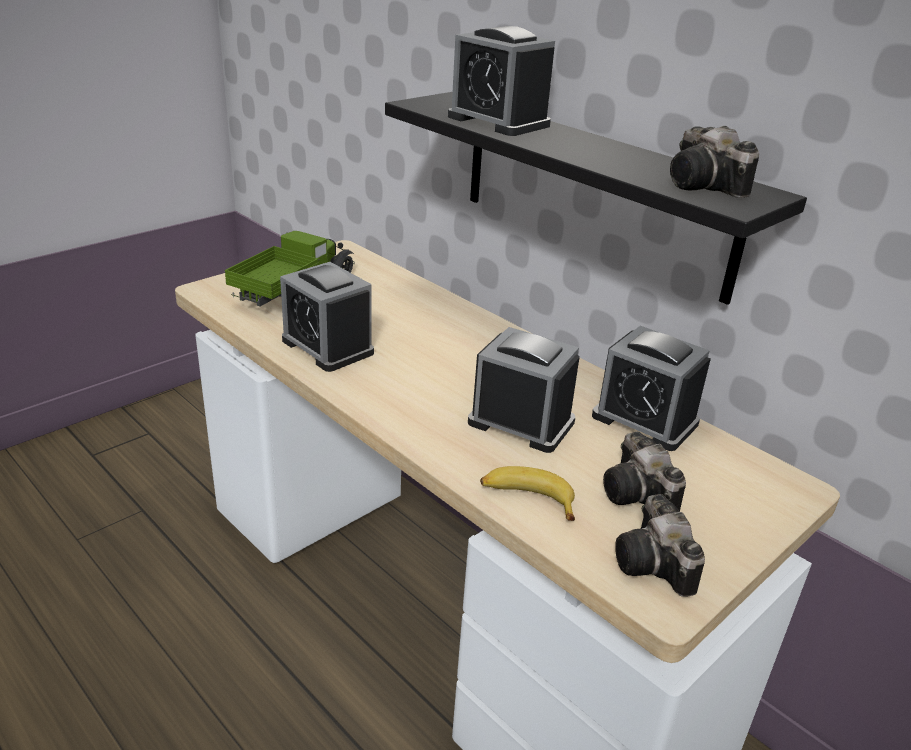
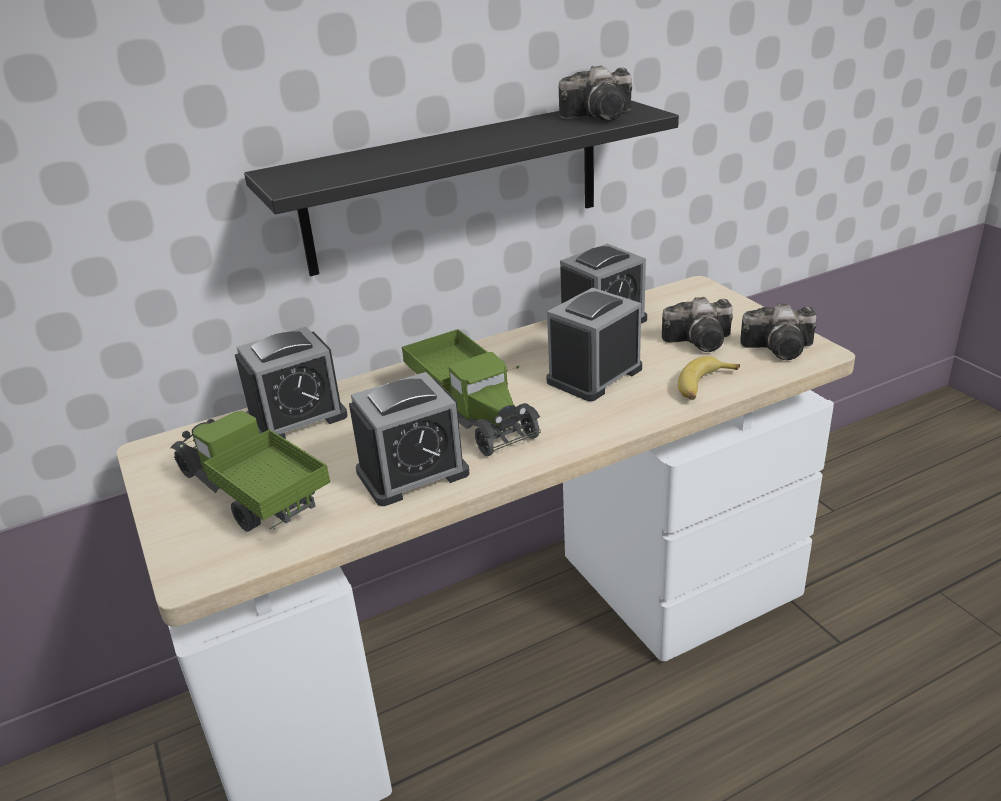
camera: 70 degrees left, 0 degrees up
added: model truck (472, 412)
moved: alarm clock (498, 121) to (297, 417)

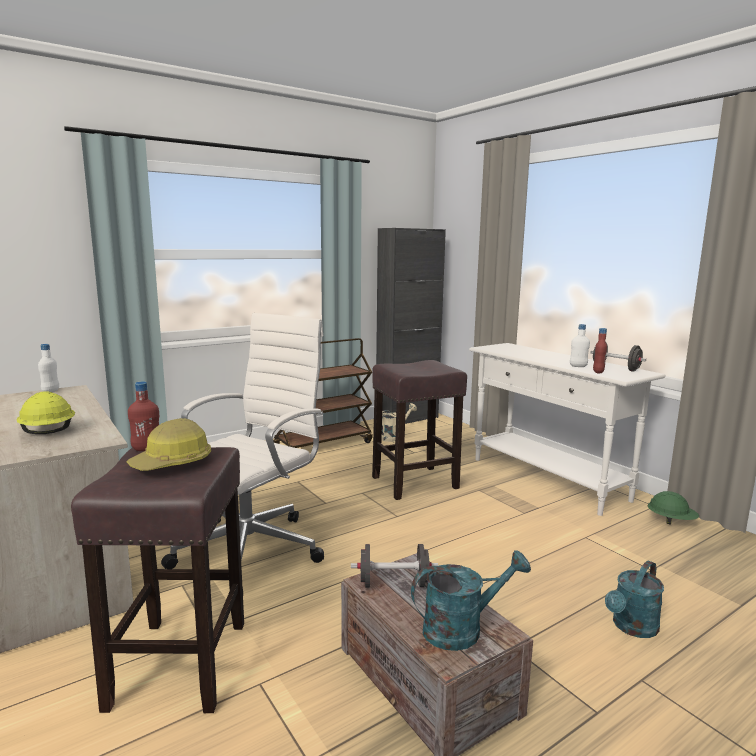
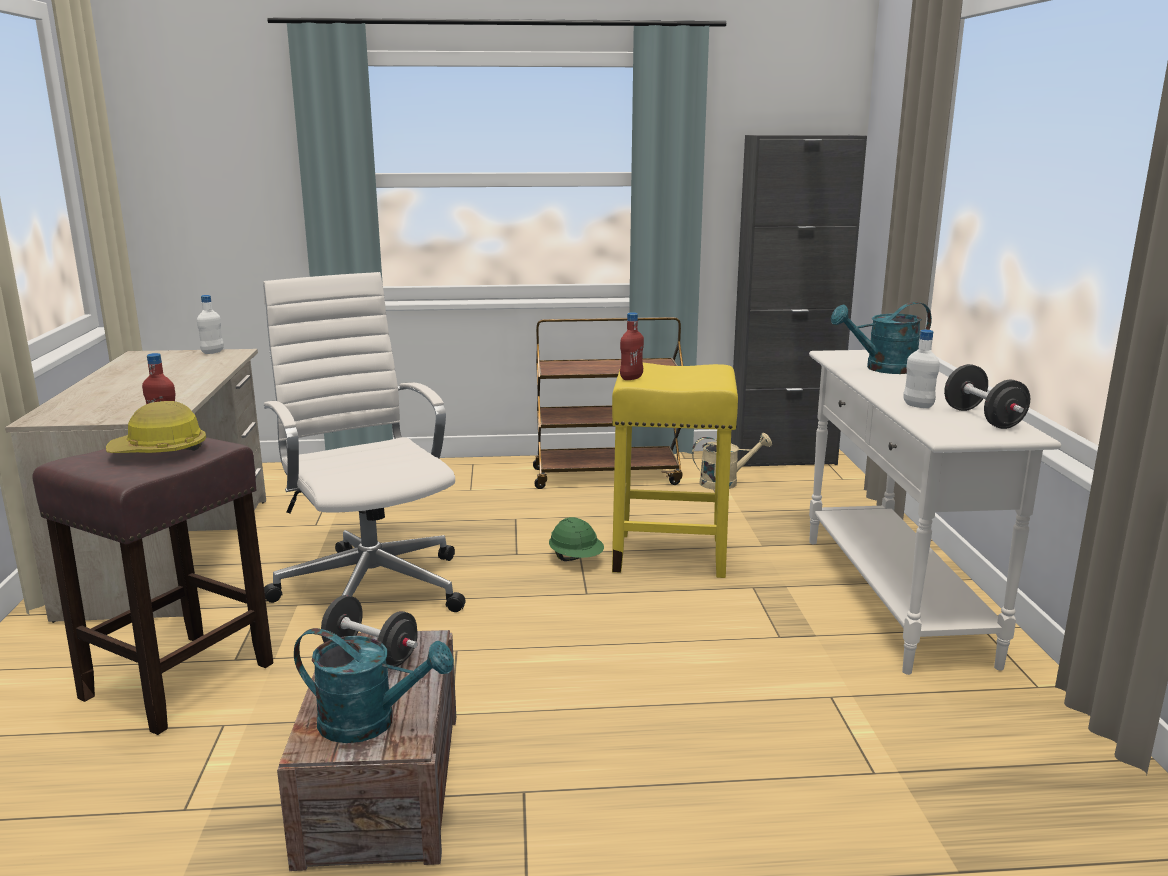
camera: 30 degrees right, 5 degrees up
removed: yellow hard hat (48, 432)
moved: red-coloured beverage bottle (598, 372) to (631, 378); blue-green sprinkling can (632, 628) to (882, 369); green-coloured hard hat (671, 521) to (576, 559)
recoloured: brownish stool (416, 482) to yellow stool (672, 555)
turned: white computer chair (252, 548) = (371, 587) 90 degrees counterclockwise

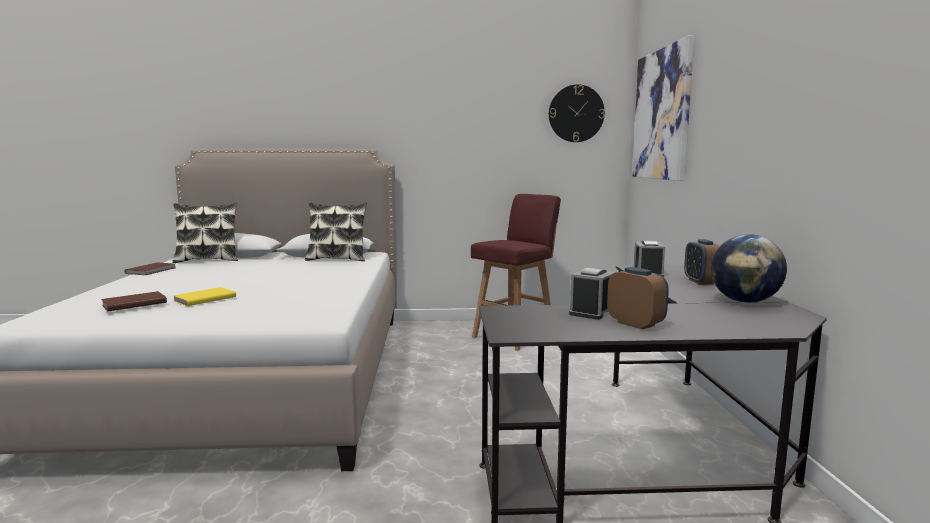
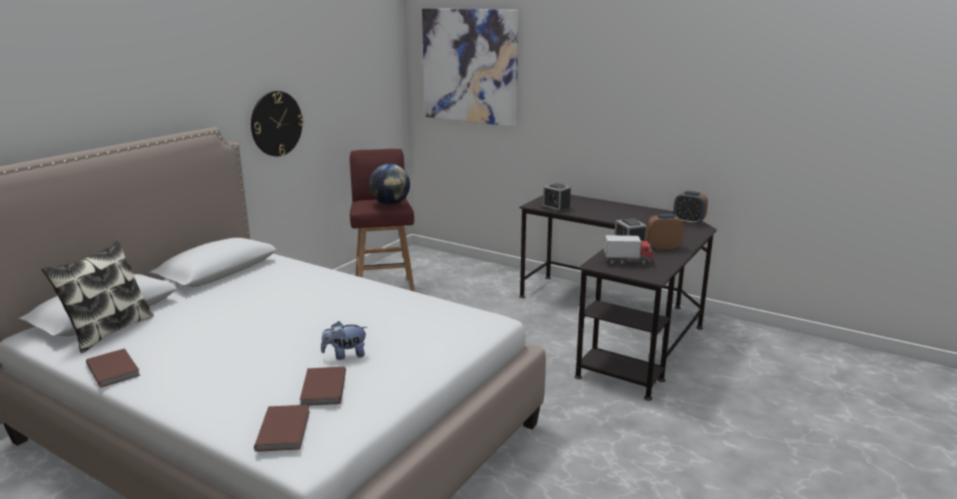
camera: 55 degrees left, 10 degrees up
removed: cushion (337, 259)
added: brownish bound book (285, 429); model truck (628, 262)
moved: wall clock (576, 113) to (276, 123); alarm clock (700, 282) to (688, 222); globe (744, 301) to (390, 203)
replaced: yellow bound book (203, 299) to cuddly toy (345, 355)

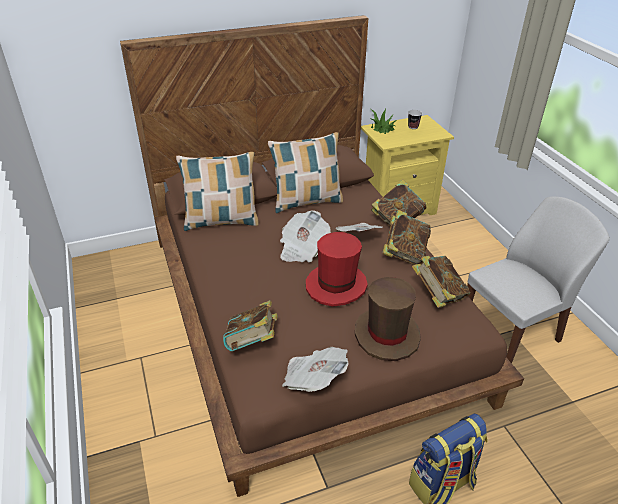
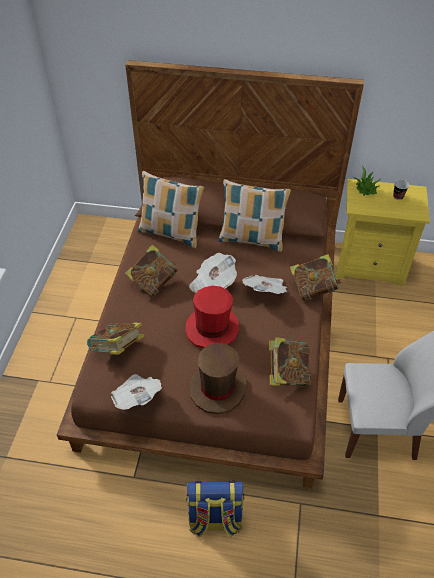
camera: 30 degrees right, 10 degrees up
moved: bound book (404, 253) to (153, 283)

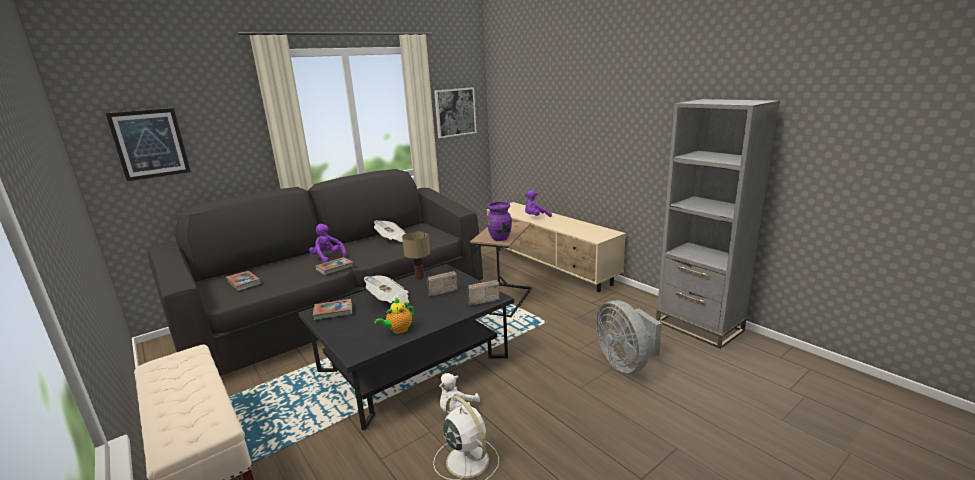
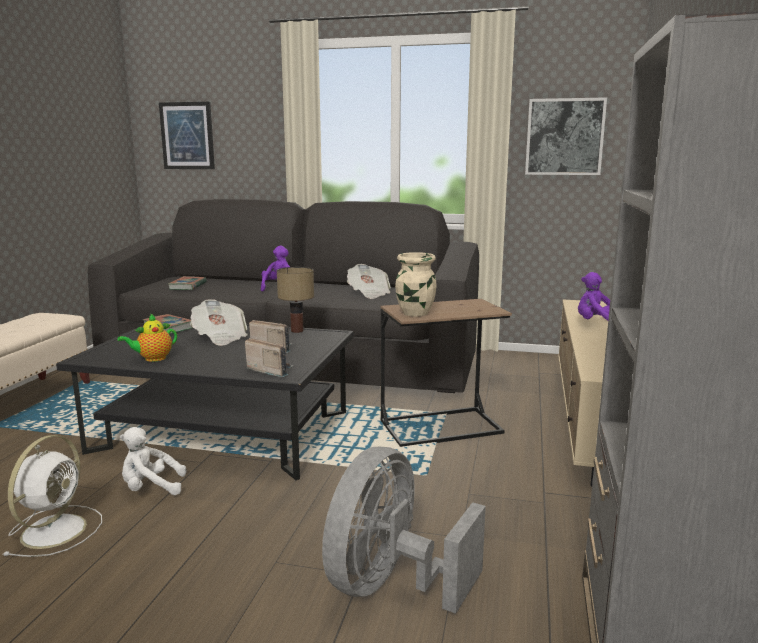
camera: 50 degrees right, 5 degrees down
removed: bound book (334, 268)
recoloured: purple-coloured vase (500, 238) to beige-coloured vase (415, 313)
turned: pot for tea (398, 330) = (153, 359) 45 degrees counterclockwise

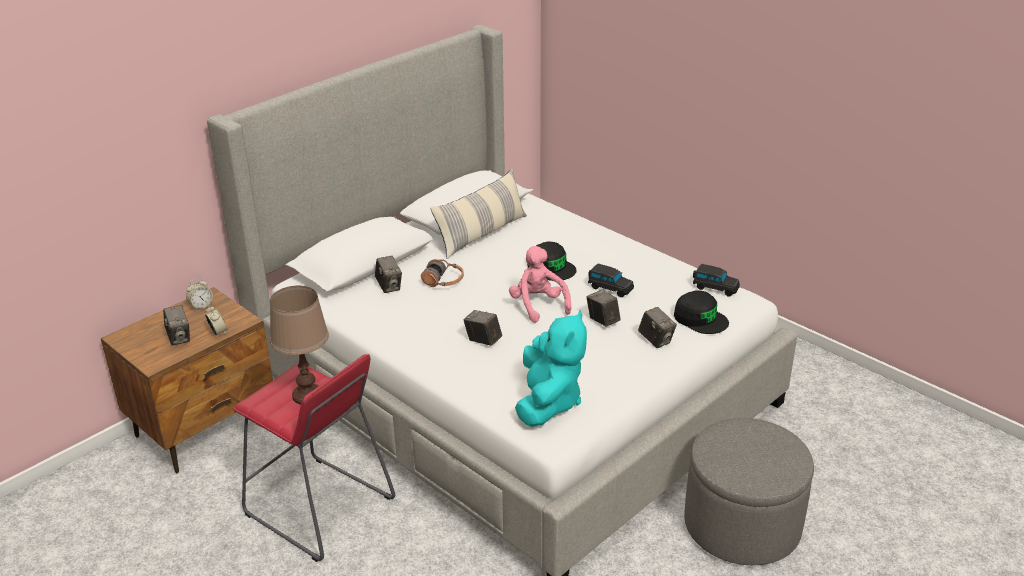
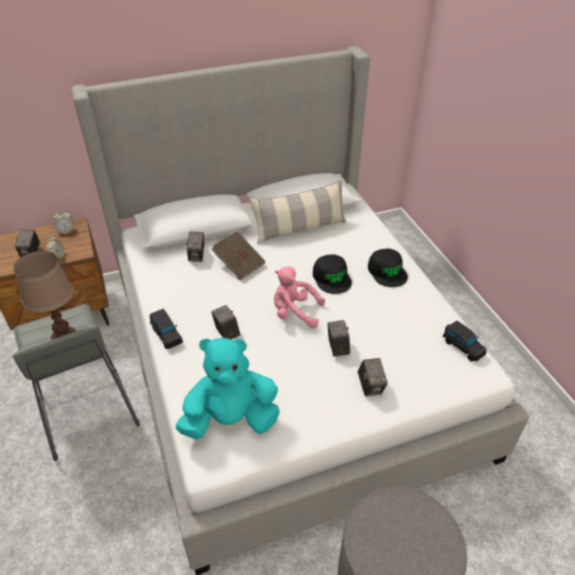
camera: 25 degrees right, 10 degrees up
moved: black-coloured toy car (609, 288) to (166, 334); black-coloured cap (700, 318) to (387, 271)
replaced: headphones (443, 281) to brownish bound book (239, 264)
recoloured: red-coloured stool (319, 507) to grey stool (88, 412)
turned: pink-coloured cuddly toy (538, 305) = (294, 312) 75 degrees counterclockwise; blue-green cuddly toy (548, 402) = (231, 420) 135 degrees counterclockwise

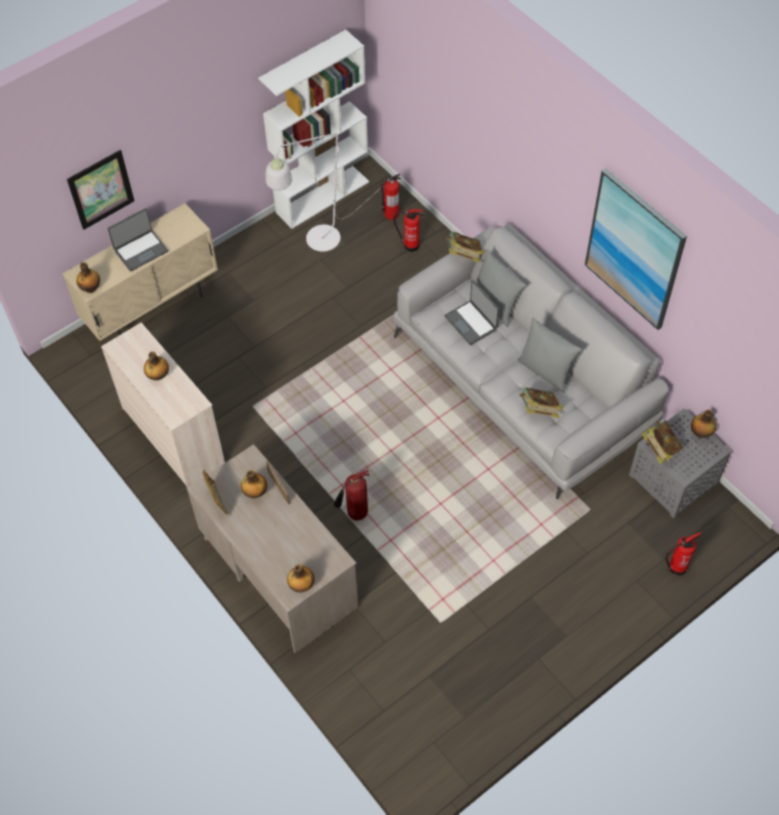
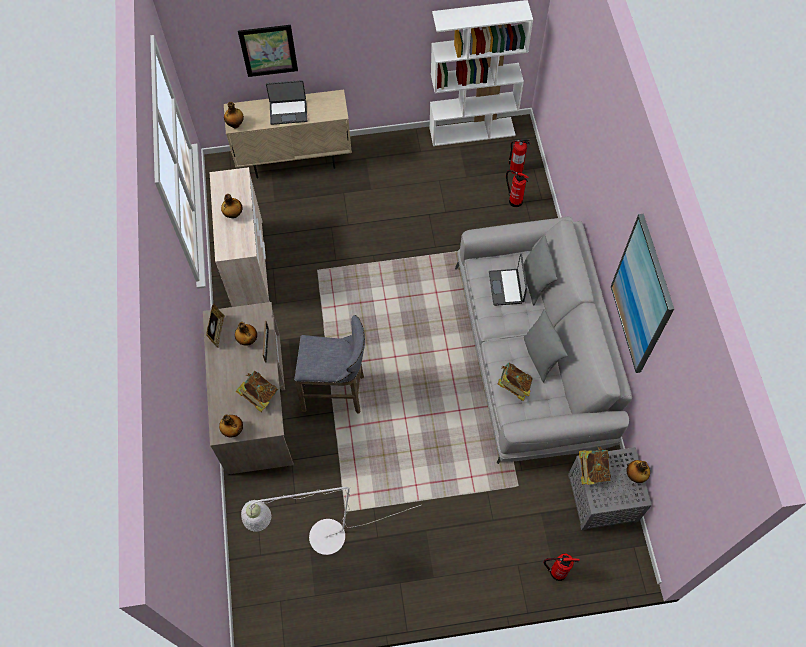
camera: 30 degrees right, 5 degrees up
moved: white standing lamp (317, 243) to (317, 540); bound book (464, 255) to (259, 396)
replaced: fire-fighting cylinder (355, 515) to grey stool (337, 392)

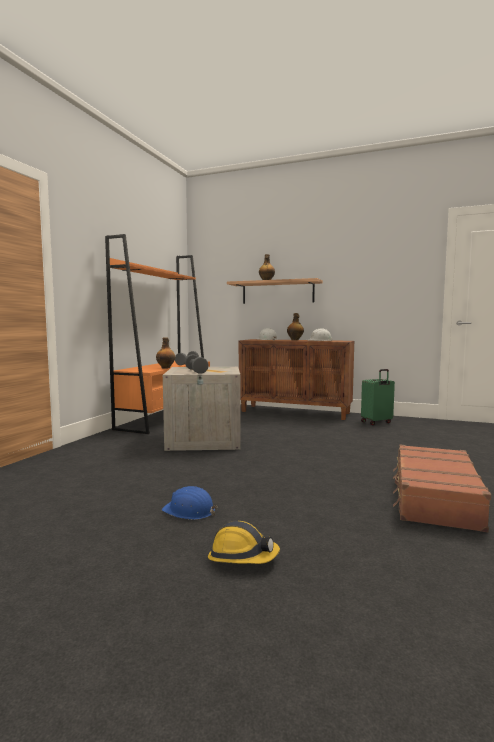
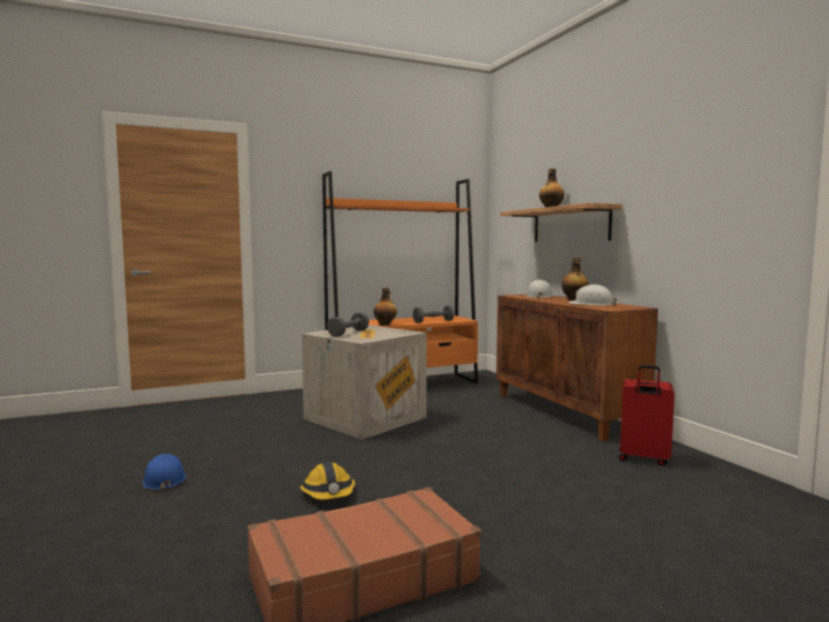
camera: 45 degrees right, 0 degrees up
moved: hard hat (242, 557) to (328, 494)
recoloured: green-coloured travel case (376, 422) to red-coloured travel case (643, 459)

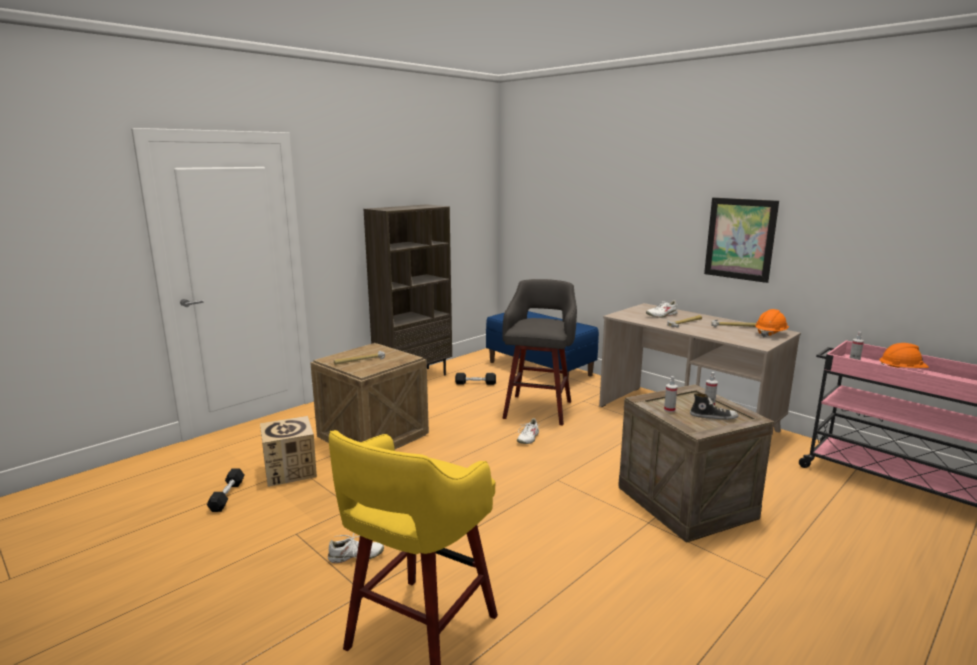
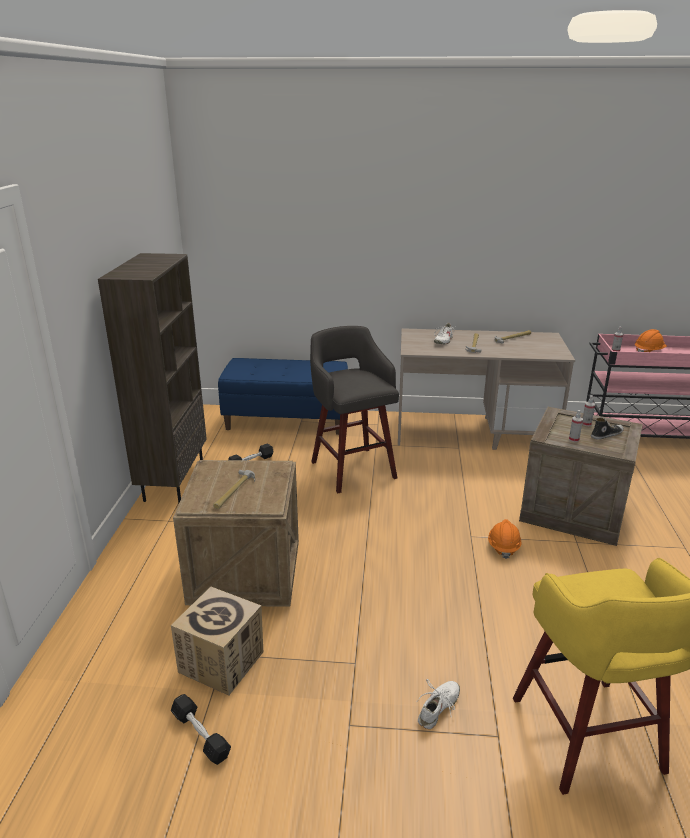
camera: 40 degrees left, 10 degrees up
removed: white low shoe (528, 438); wall picture (740, 239)
moved: orange hard hat (770, 334) to (503, 547)

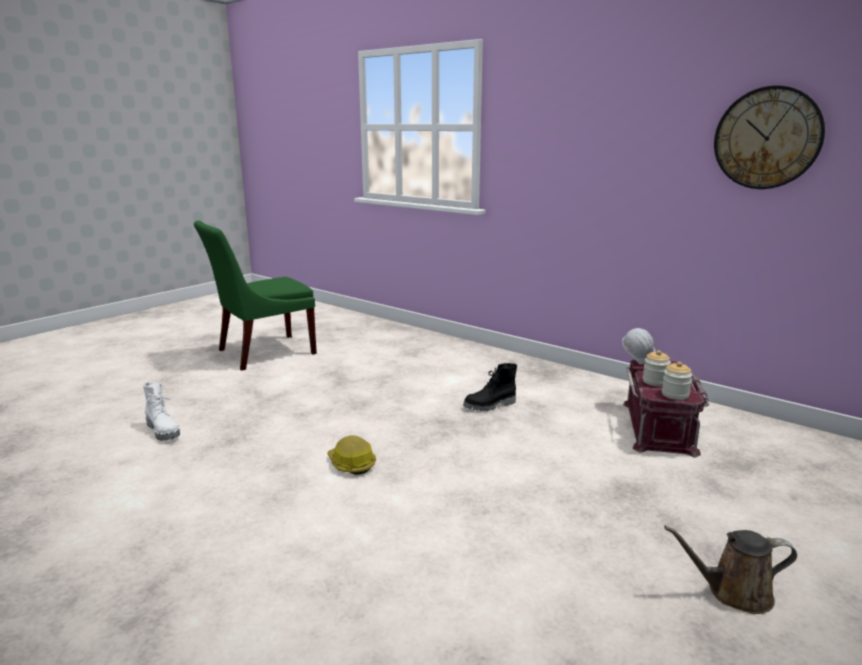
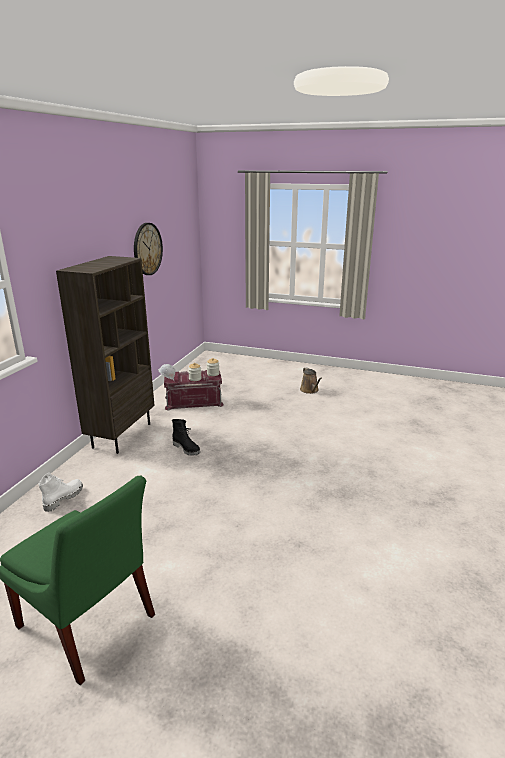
camera: 110 degrees left, 5 degrees up
removed: hard hat (351, 464)
added: brownish bookcase (121, 435)
moved: white high-top boot (164, 431) to (63, 498)

